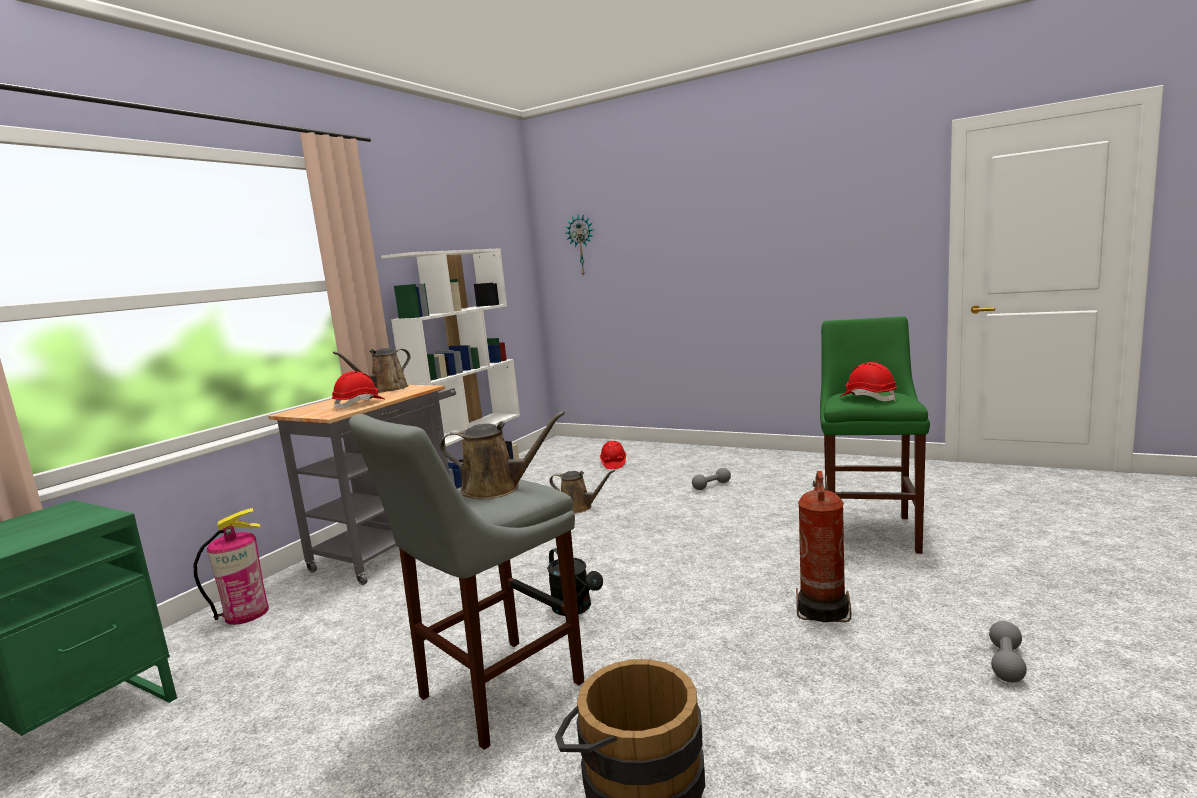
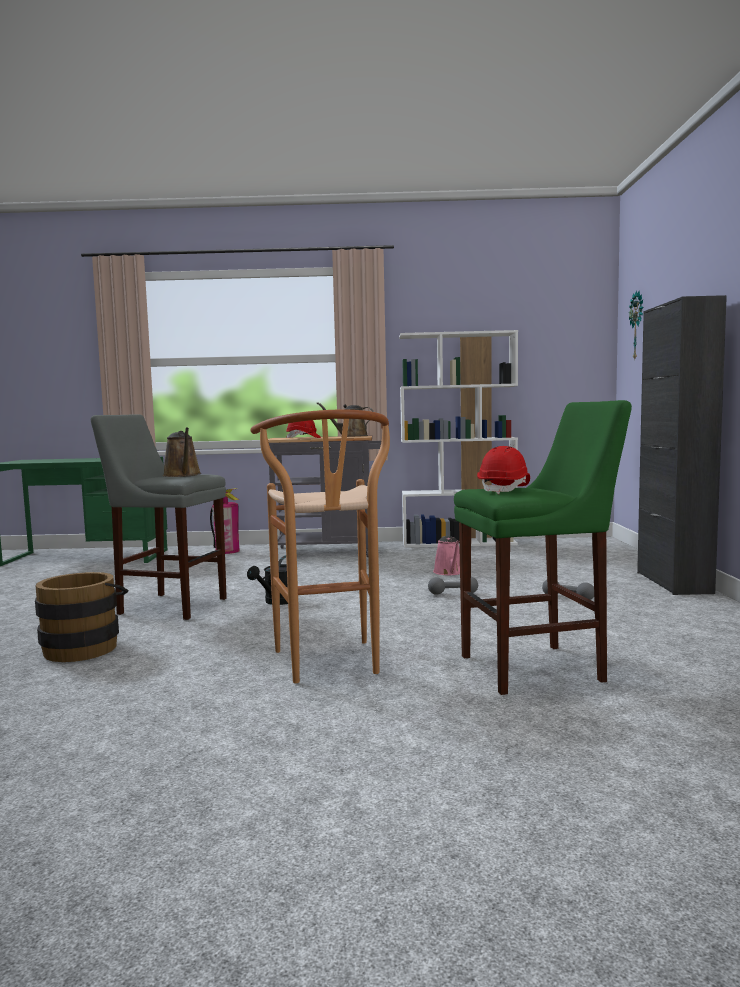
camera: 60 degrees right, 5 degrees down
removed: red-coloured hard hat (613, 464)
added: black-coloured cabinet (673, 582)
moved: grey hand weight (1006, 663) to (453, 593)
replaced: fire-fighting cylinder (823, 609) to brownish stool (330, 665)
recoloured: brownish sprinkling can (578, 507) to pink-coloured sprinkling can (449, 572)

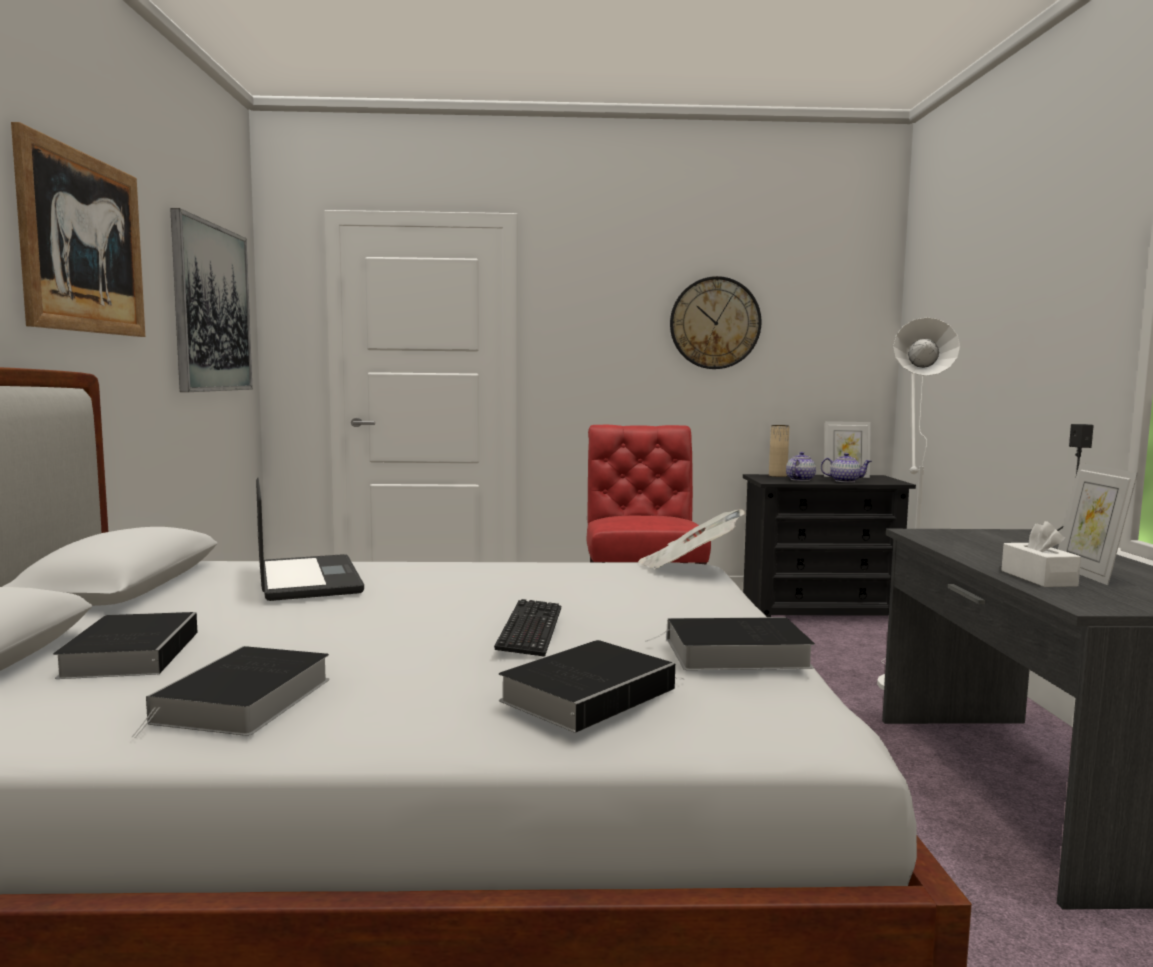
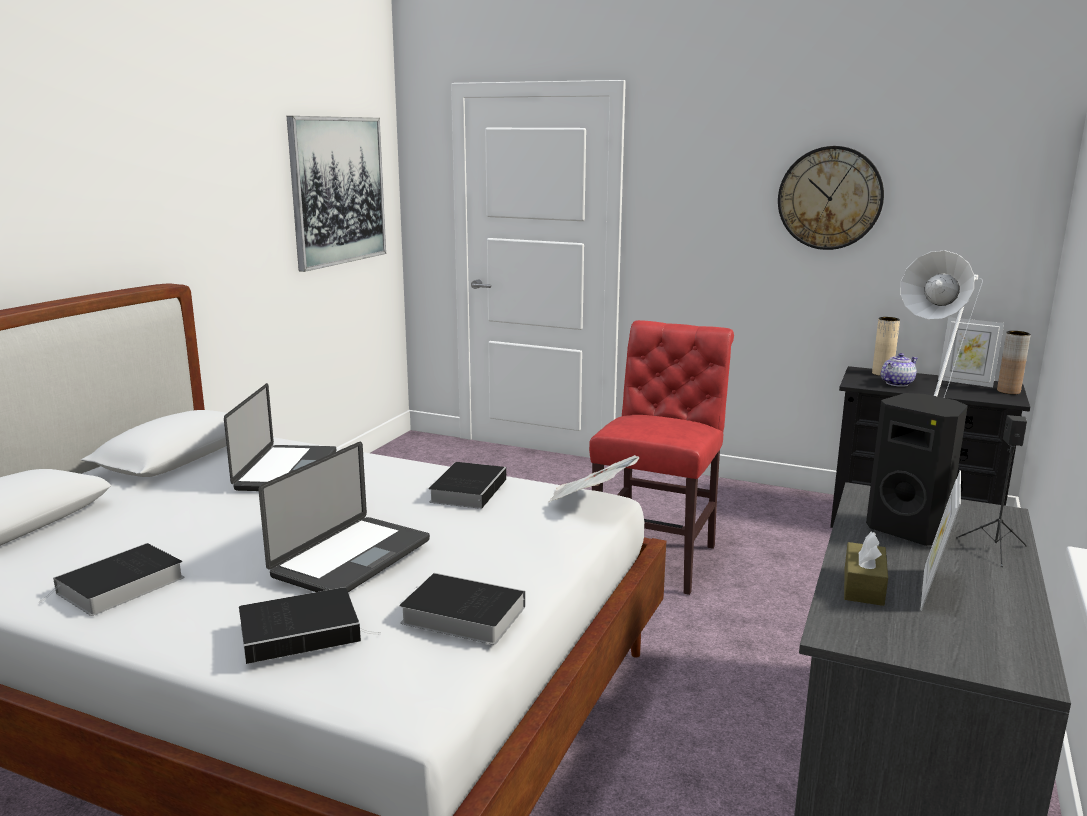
camera: 25 degrees right, 10 degrees up
removed: wall picture (83, 243); pot for tea (844, 481)
added: black-coloured speaker (909, 530); brownish vase (1008, 391)
moved: bound book (132, 652) to (468, 489)
replaced: keyboard (530, 630) to notebook computer (352, 558)
recoloured: white box of tissues (1038, 578) to brownish box of tissues (863, 586)

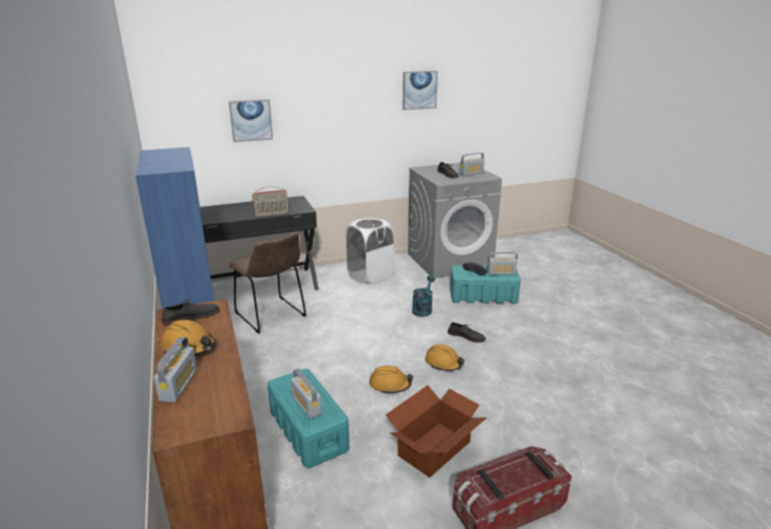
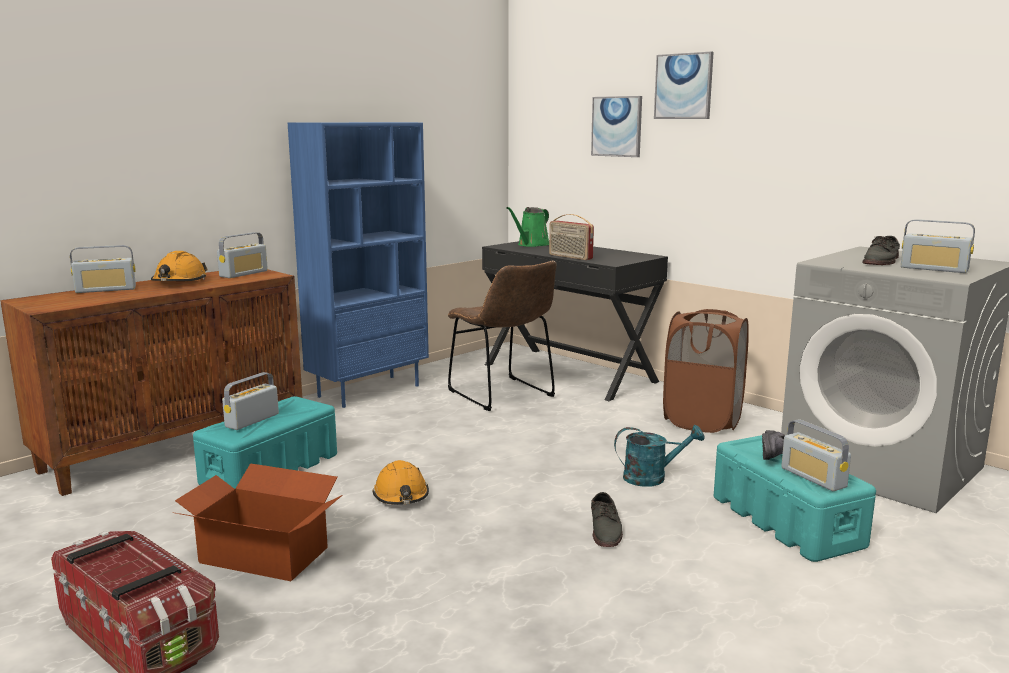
camera: 65 degrees right, 10 degrees down
removed: orange hard hat (444, 363)
added: green-coloured sprinkling can (531, 245)
moved: wall picture (419, 90) to (683, 86)
replaced: grey low shoe (191, 316) to radio receiver (244, 274)
recoloured: white hamper (370, 276) to brownish hamper (702, 421)
turned: brownish chair (272, 316) = (504, 395) 60 degrees counterclockwise

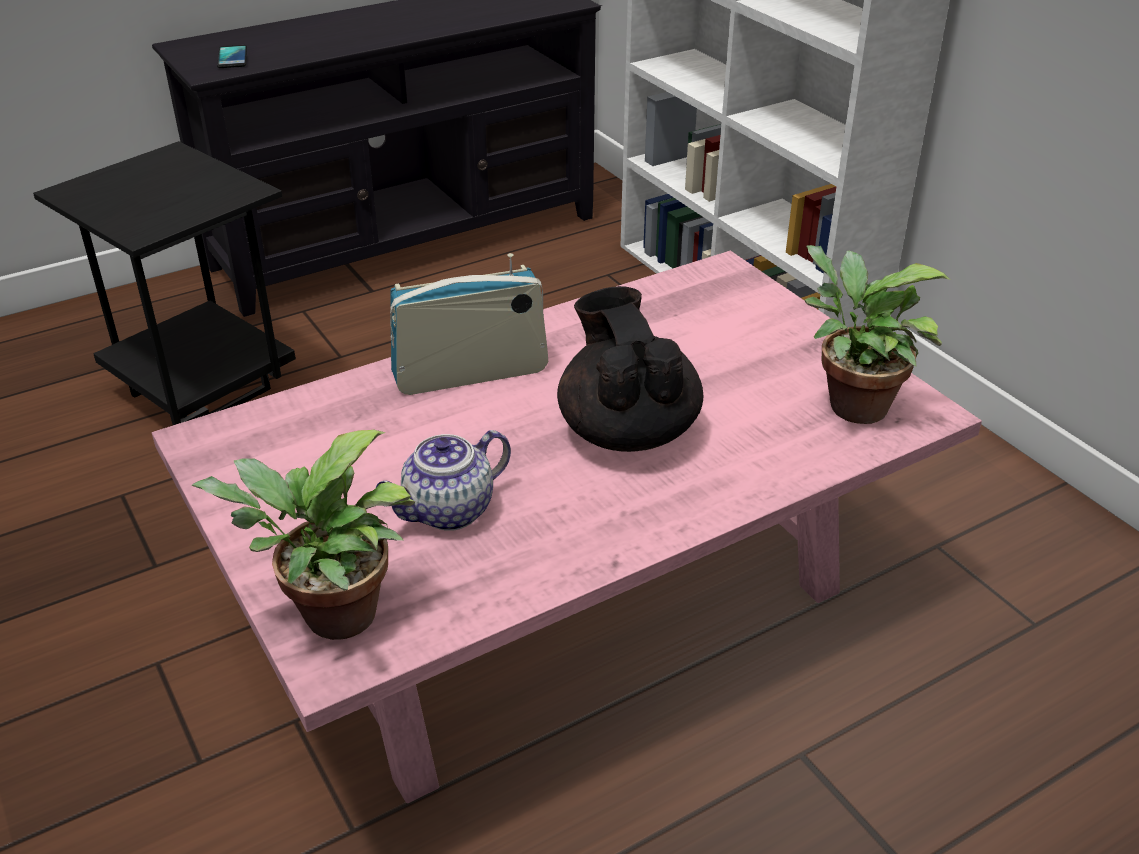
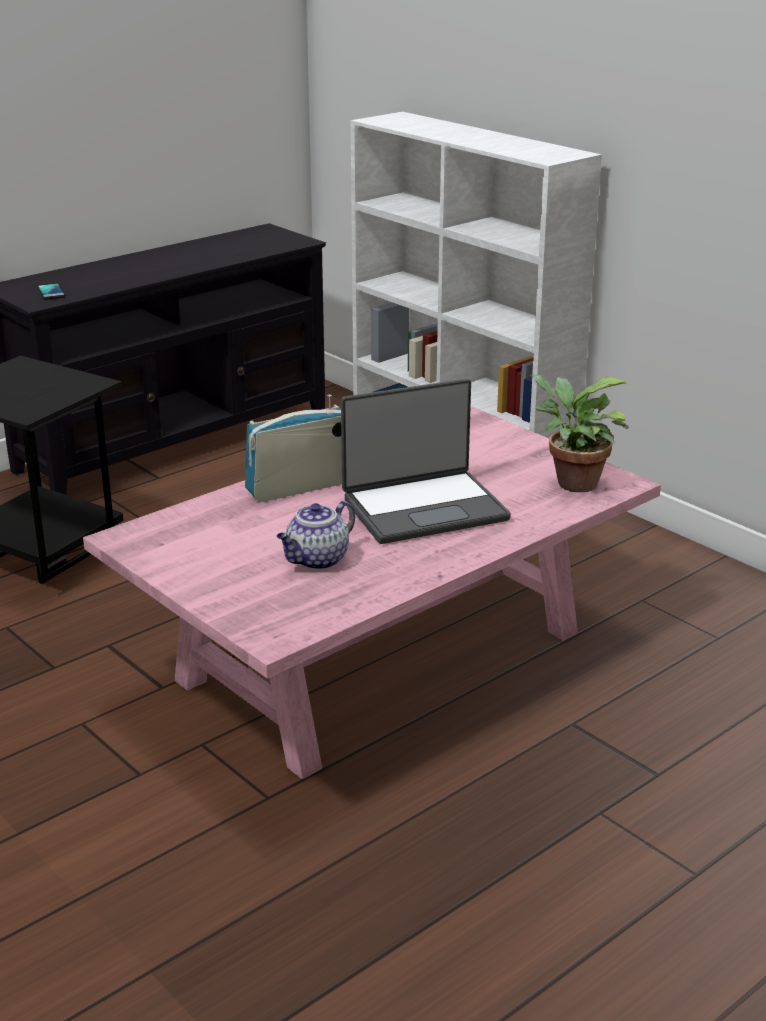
camera: 10 degrees left, 10 degrees down
removed: plant in a pot (331, 618)
replaced: black-coloured pot for tea (627, 430) to notebook computer (424, 508)

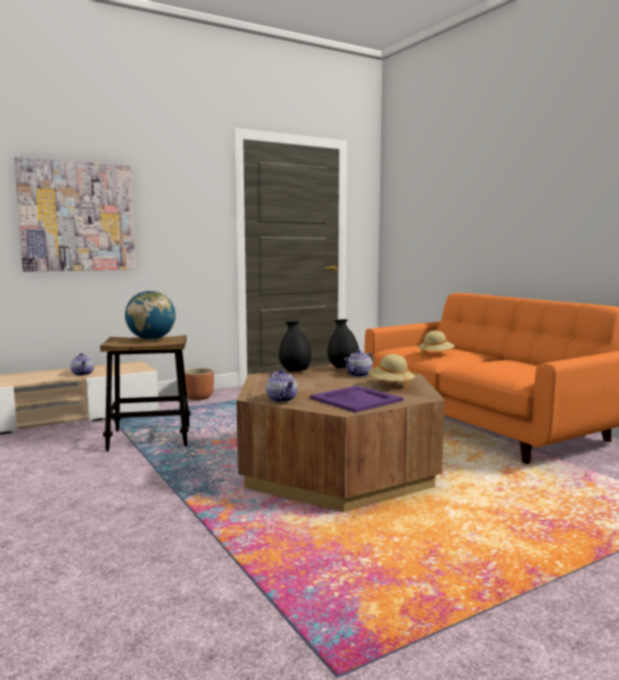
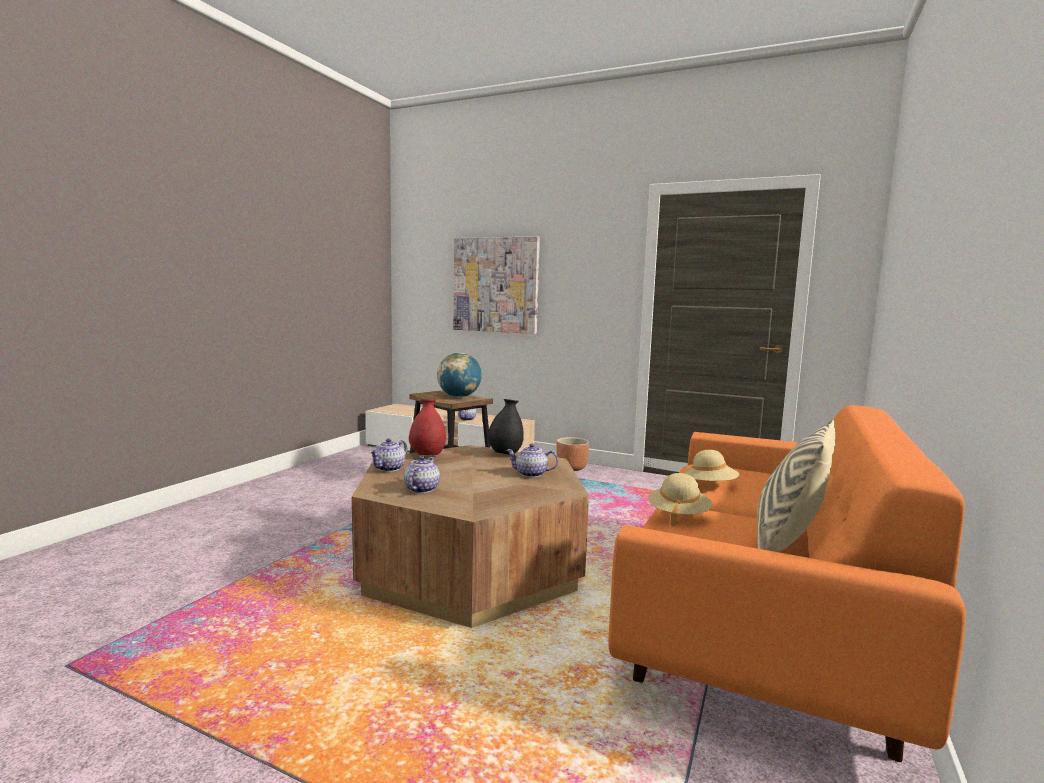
camera: 55 degrees right, 0 degrees up
removed: black-coloured vase (343, 368)
added: red-coloured vase (427, 455); beige-coloured cushion (788, 543)
moved: beige-coloured wearable hat (391, 385) to (678, 515)
replaced: purple-coloured tray (356, 400) to pot for tea (421, 489)

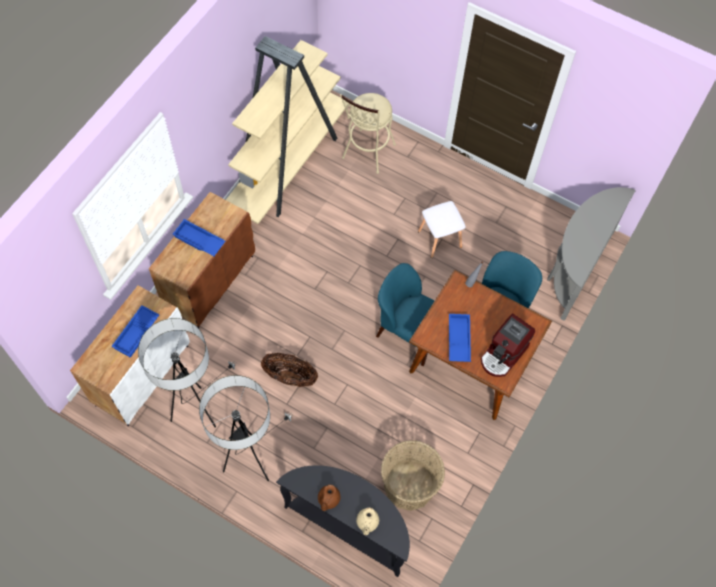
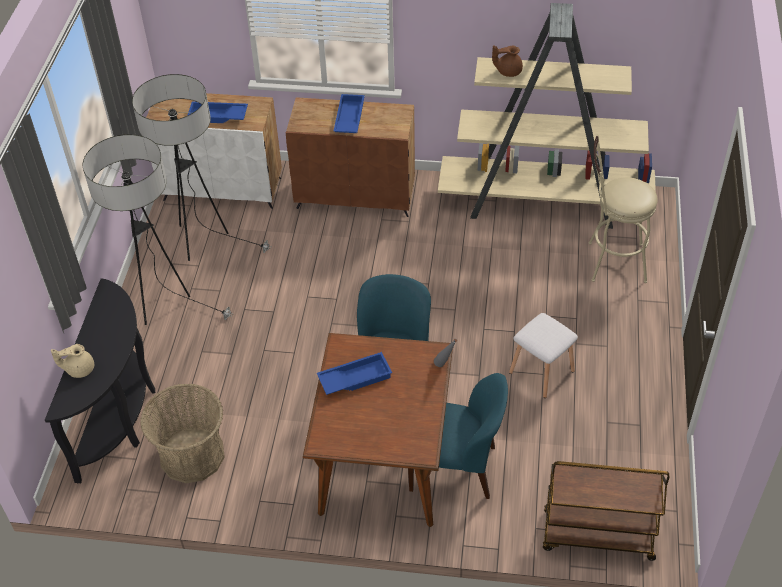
camera: 70 degrees right, 15 degrees down
removed: basket (290, 377); coffee machine (503, 355)
moved: brownish pot for tea (328, 499) to (508, 71)
replaced: grey console table (574, 268) to brownish cart (597, 536)

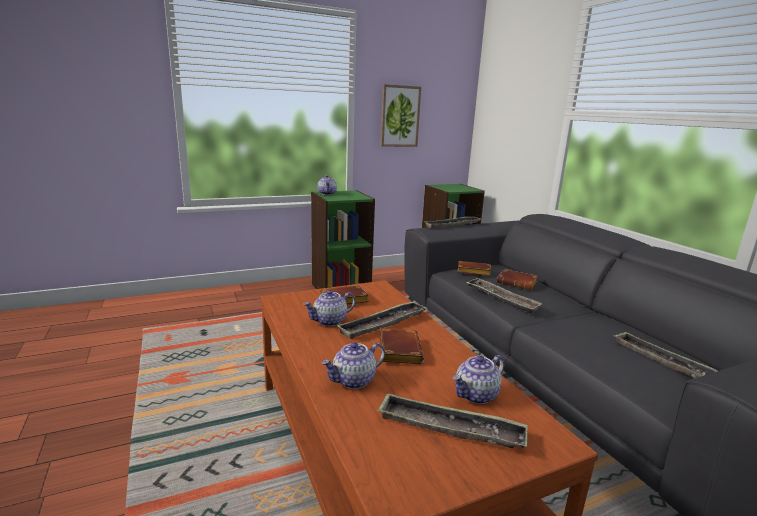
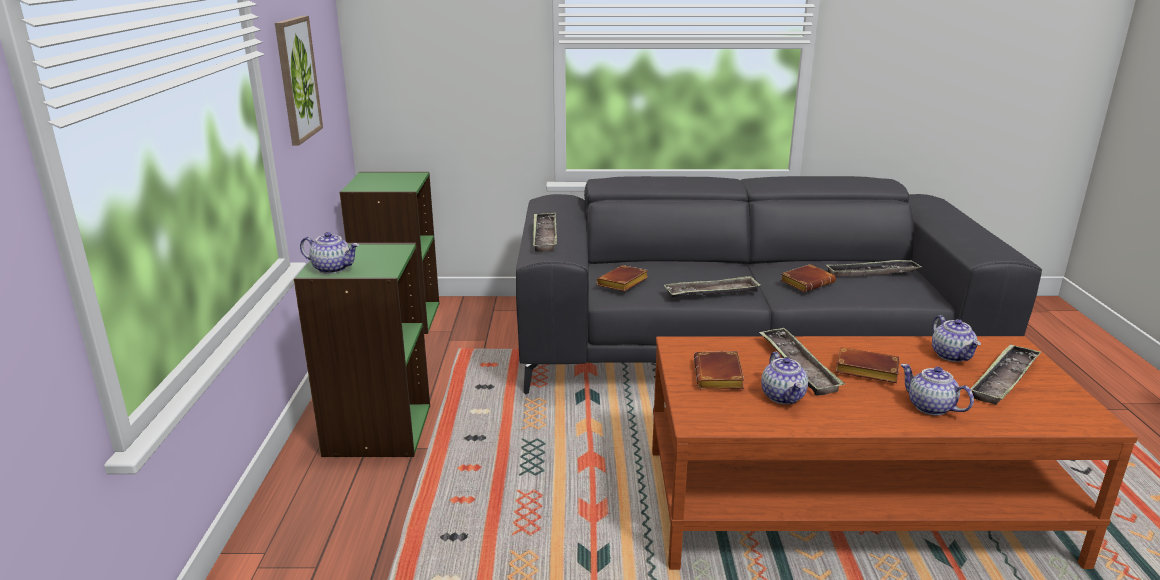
camera: 65 degrees left, 5 degrees up
moved: brownish bound book (518, 283) to (806, 282)
turned: pot for tea (354, 381) = (930, 407) 150 degrees clockwise

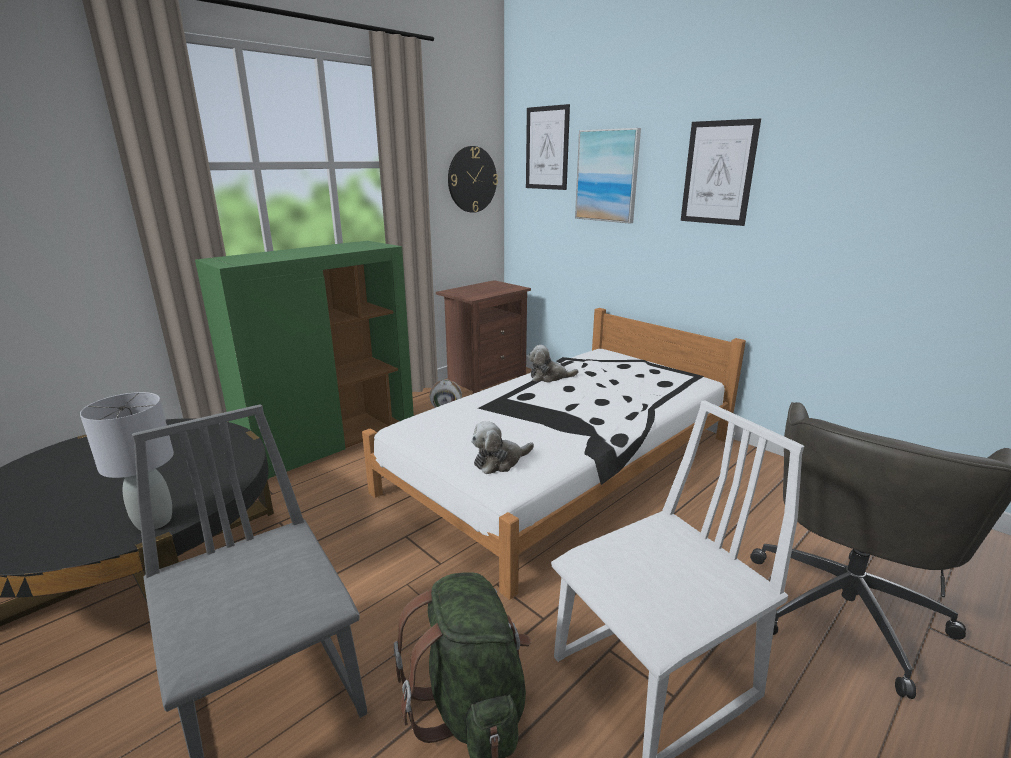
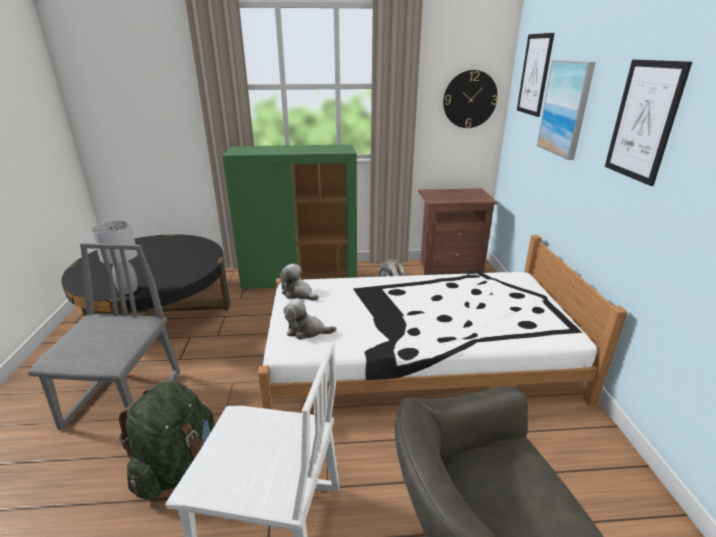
camera: 40 degrees right, 5 degrees up
moved: cuddly toy (549, 377) to (298, 294)

